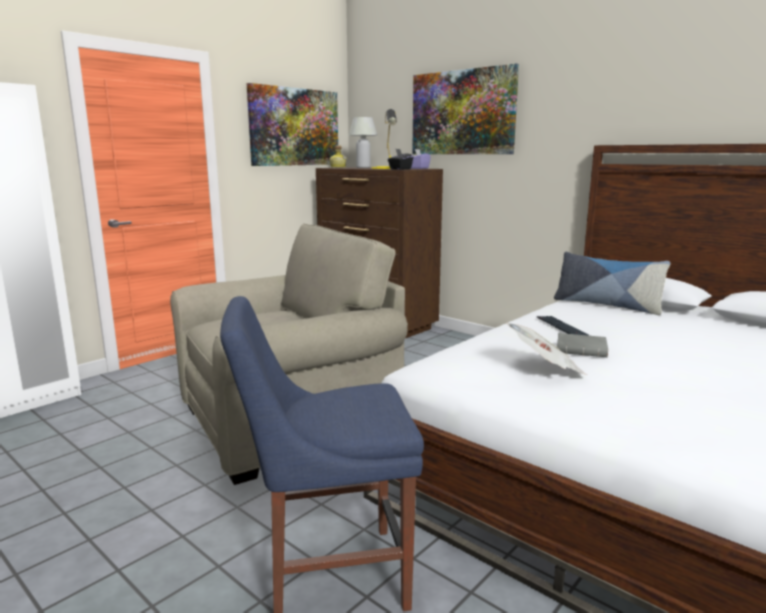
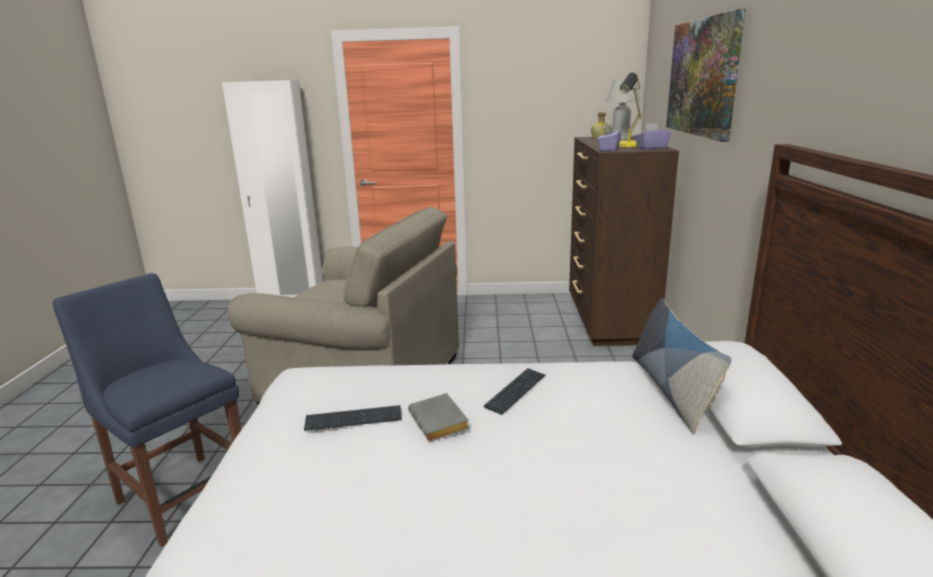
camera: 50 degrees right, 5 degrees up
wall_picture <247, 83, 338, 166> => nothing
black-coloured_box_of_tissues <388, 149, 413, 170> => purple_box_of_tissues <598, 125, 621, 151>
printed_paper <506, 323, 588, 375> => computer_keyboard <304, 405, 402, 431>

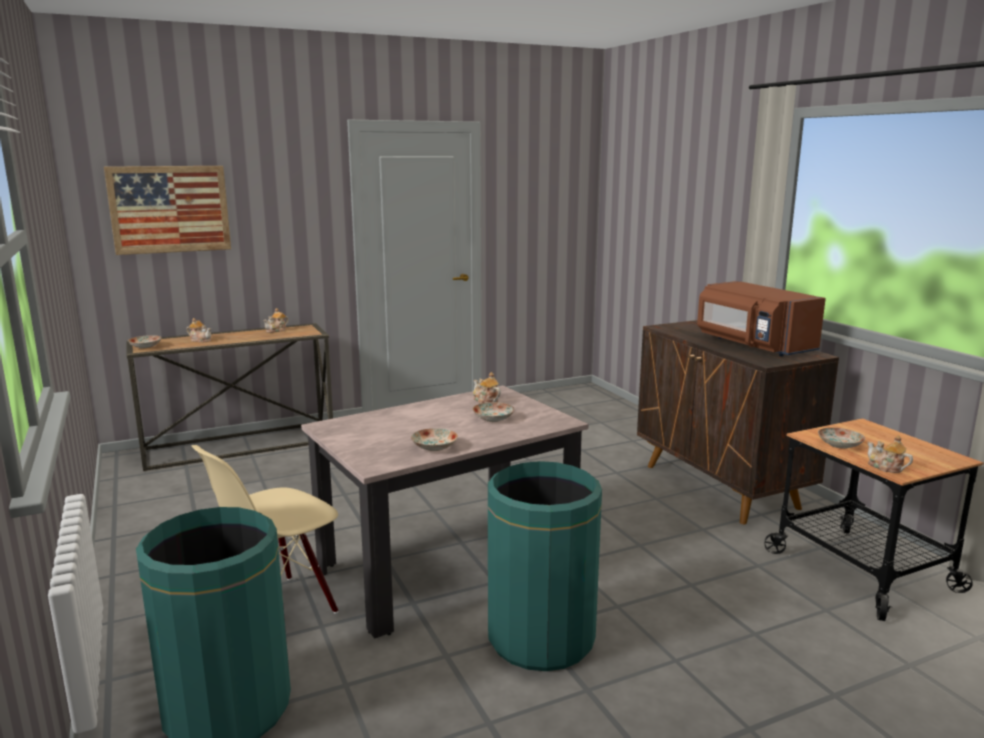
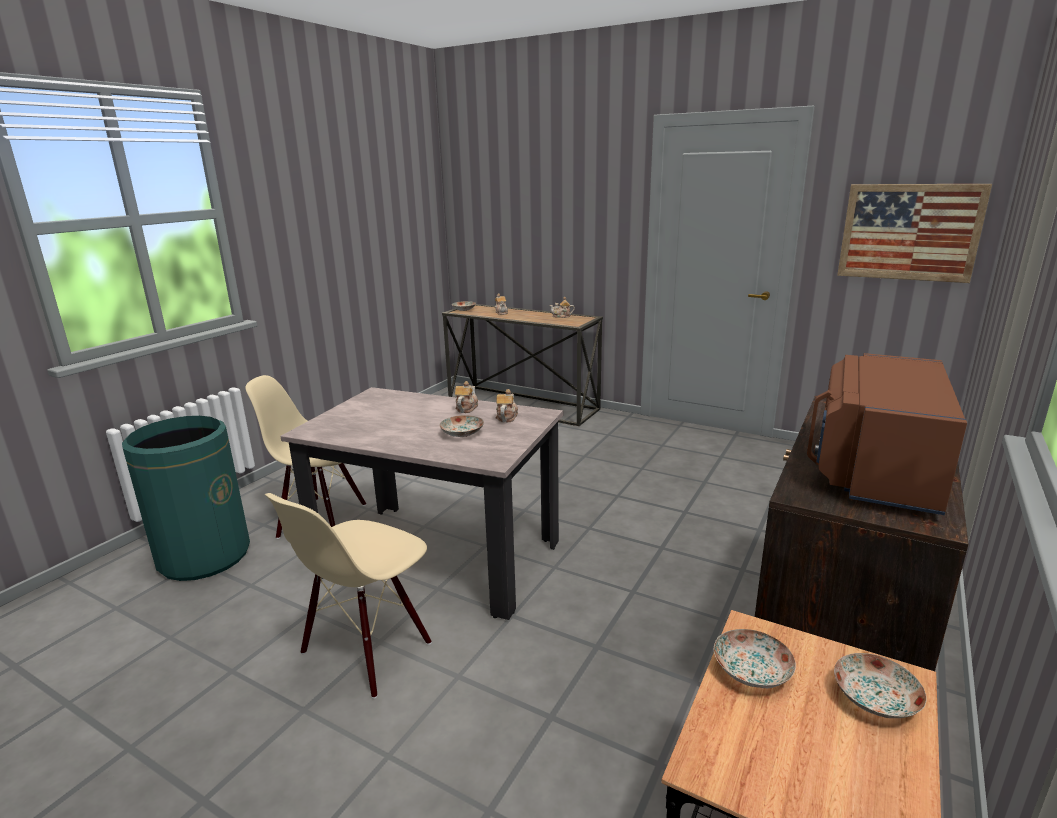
camera: 55 degrees right, 5 degrees up
wall_picture <104, 166, 231, 255> => wall_picture <837, 184, 992, 283>, relocated
dinner_plate <411, 428, 458, 451> => dinner_plate <834, 653, 927, 718>, relocated
greenish_waste_bin <488, 461, 602, 671> => sand-coloured_upright_chair <264, 493, 432, 699>
tea_pot <867, 435, 913, 473> => tea_pot <455, 381, 478, 413>, relocated

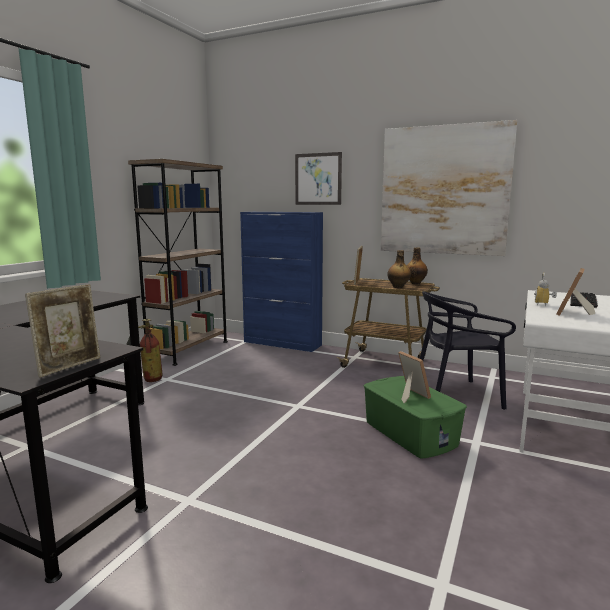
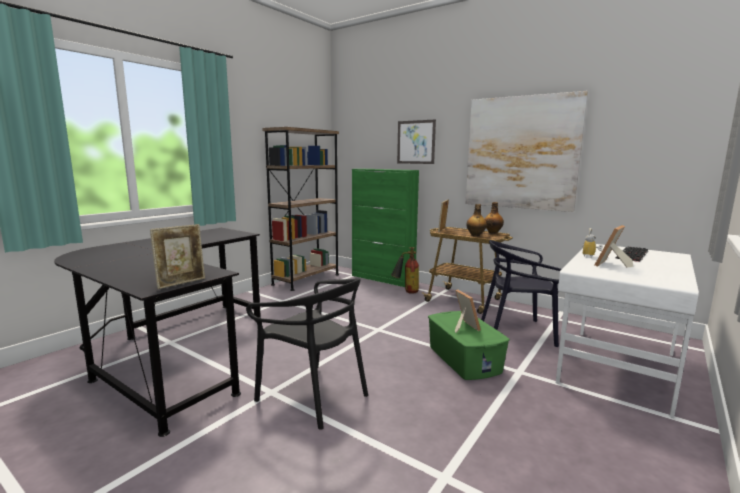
camera: 10 degrees right, 0 degrees up
fire_extinguisher <126, 318, 163, 382> => fire_extinguisher <391, 247, 419, 294>, relocated
blue-coloured_storage_cabinet <240, 212, 323, 352> => greenish_storage_cabinet <352, 169, 419, 287>
nothing => black-coloured_upright_chair <246, 278, 368, 430>

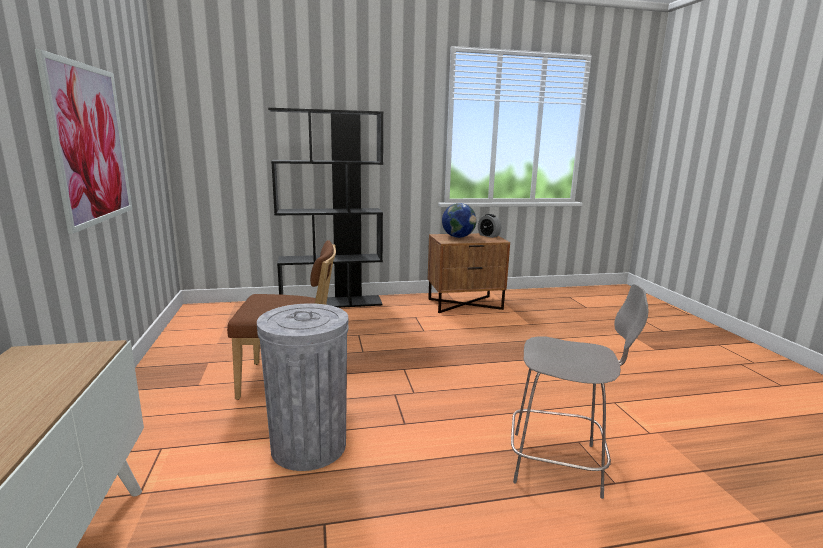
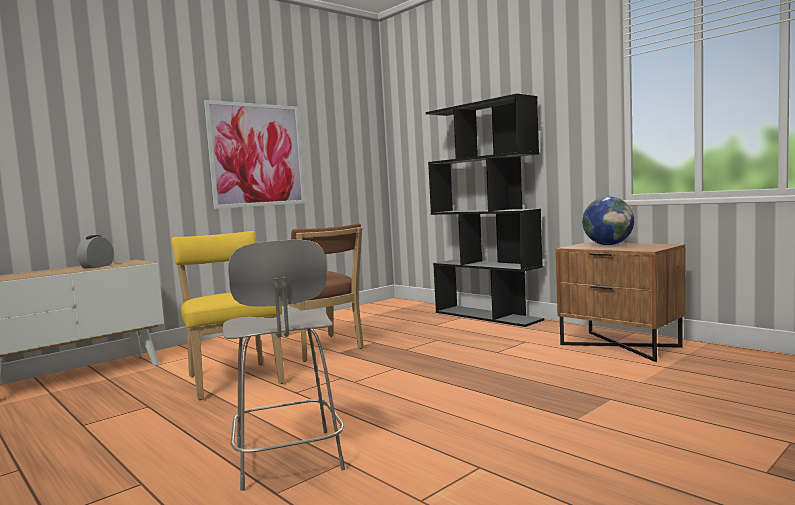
camera: 60 degrees right, 10 degrees down
gray_waste_bin <257, 303, 349, 471> => yellow_upright_chair <171, 231, 284, 400>
alarm_clock <478, 214, 501, 238> => alarm_clock <77, 235, 114, 268>, relocated

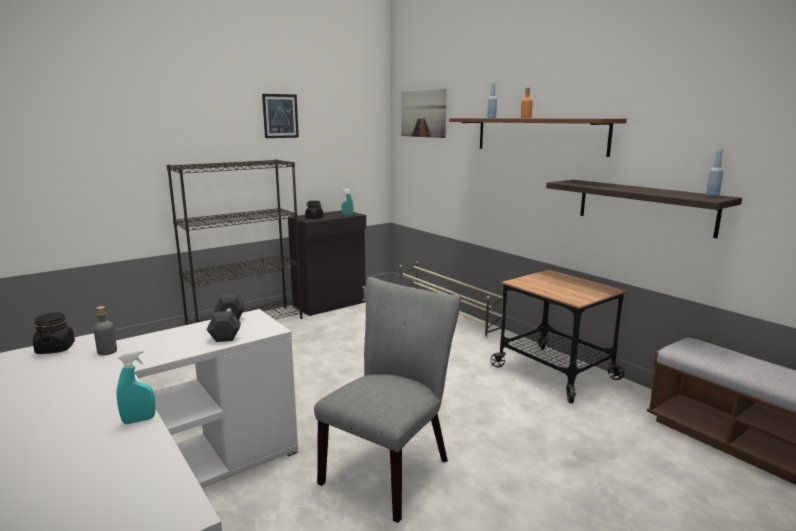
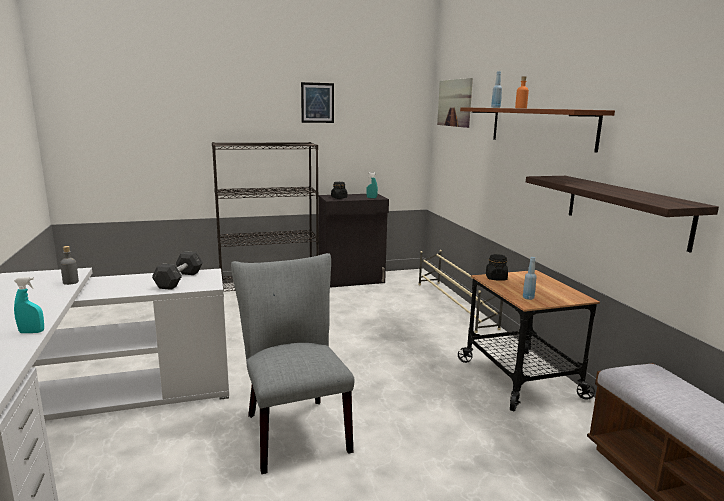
camera: 20 degrees right, 0 degrees up
black-coloured_storage_jar <33, 312, 75, 354> => black-coloured_storage_jar <486, 254, 508, 281>, relocated
gray_upright_chair <314, 277, 461, 523> => gray_upright_chair <231, 253, 354, 474>, 75 degrees counterclockwise
blue-coloured_beverage_bottle <706, 149, 723, 196> => blue-coloured_beverage_bottle <523, 257, 537, 300>, relocated

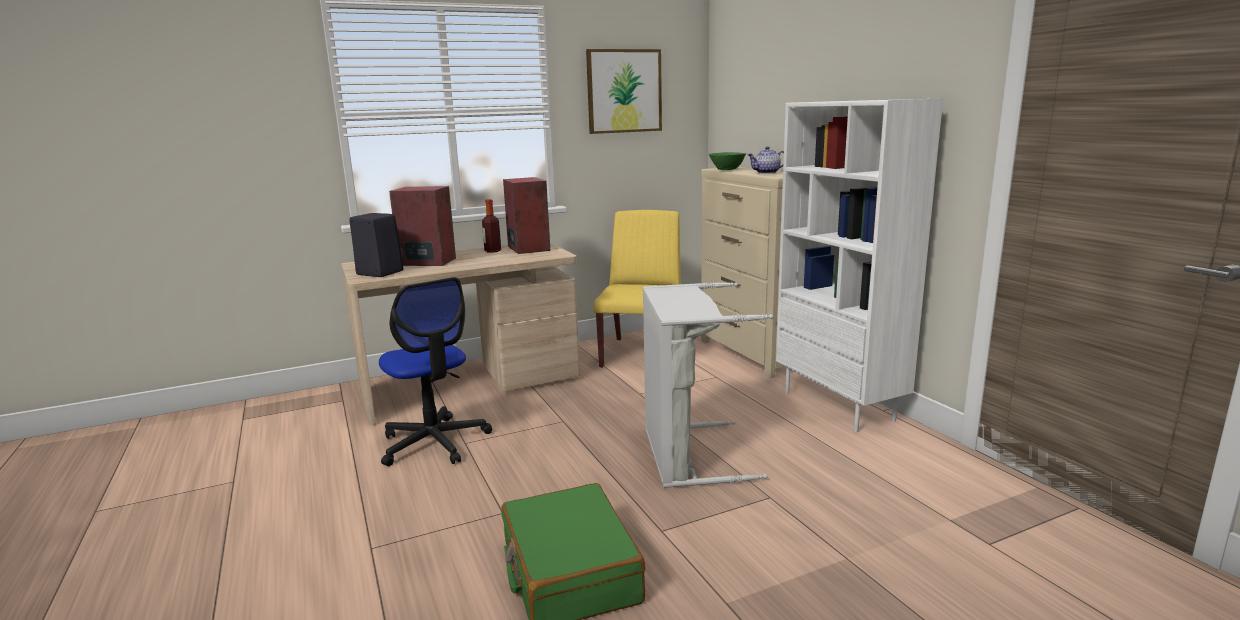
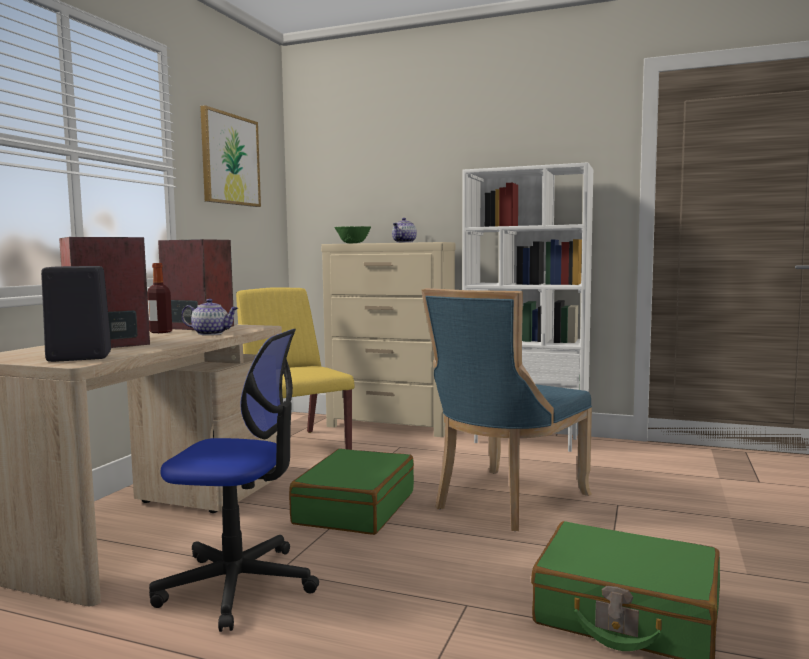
camera: 45 degrees left, 10 degrees down
gray_washing_basket <643, 282, 774, 488> => blue-coloured_upright_chair <422, 288, 592, 531>
nothing => tea_pot <181, 299, 238, 335>
nothing => greenish_travel_case <289, 449, 414, 535>

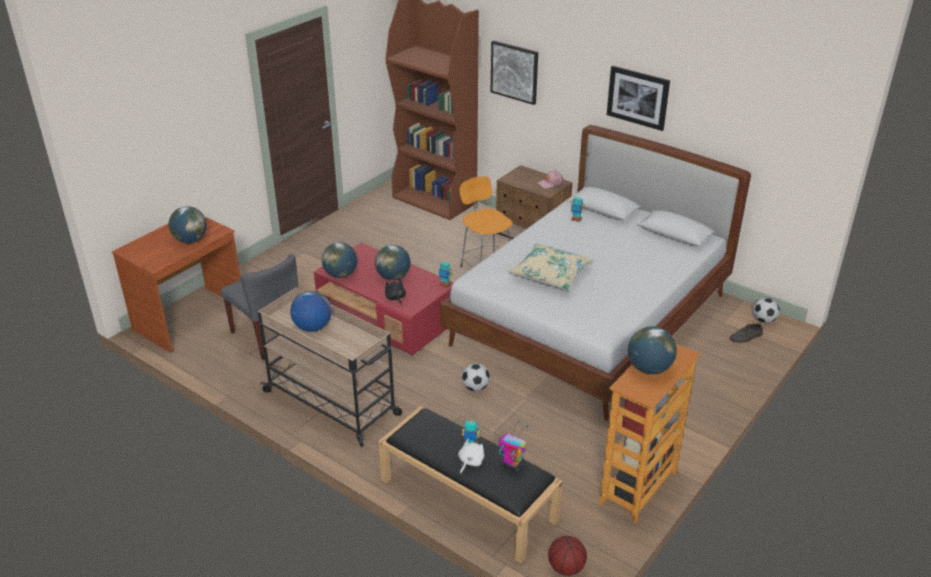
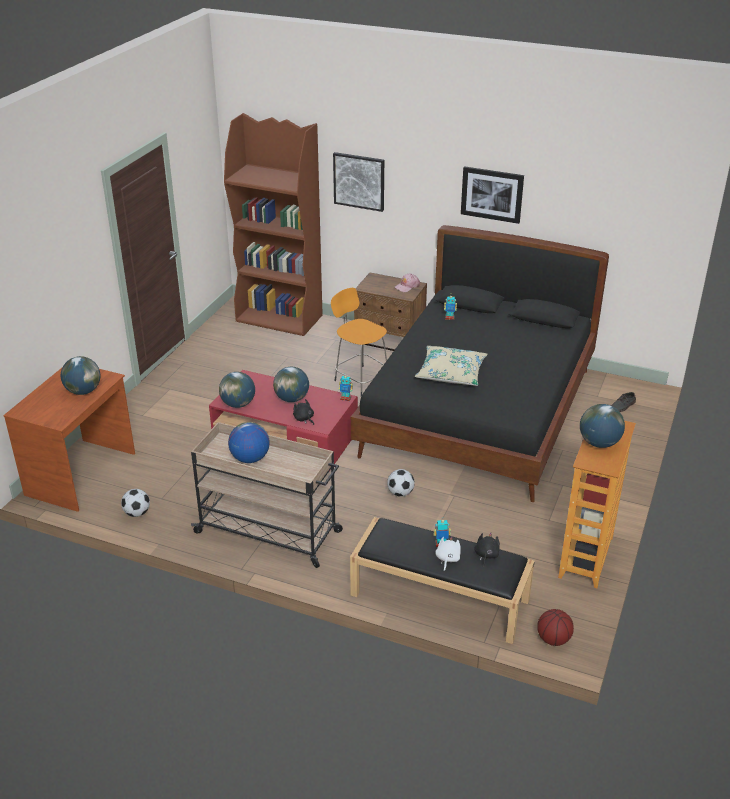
camera: 15 degrees left, 0 degrees up
gray_upright_chair <221, 254, 299, 360> => nothing
whitish_bedroom_bed <440, 125, 751, 421> => black-coloured_bedroom_bed <351, 225, 609, 502>
model_robot <499, 420, 528, 472> => black-coloured_cuddly_toy <474, 533, 500, 568>
ball_for_football <753, 298, 780, 323> => ball_for_football <121, 489, 150, 517>, relocated

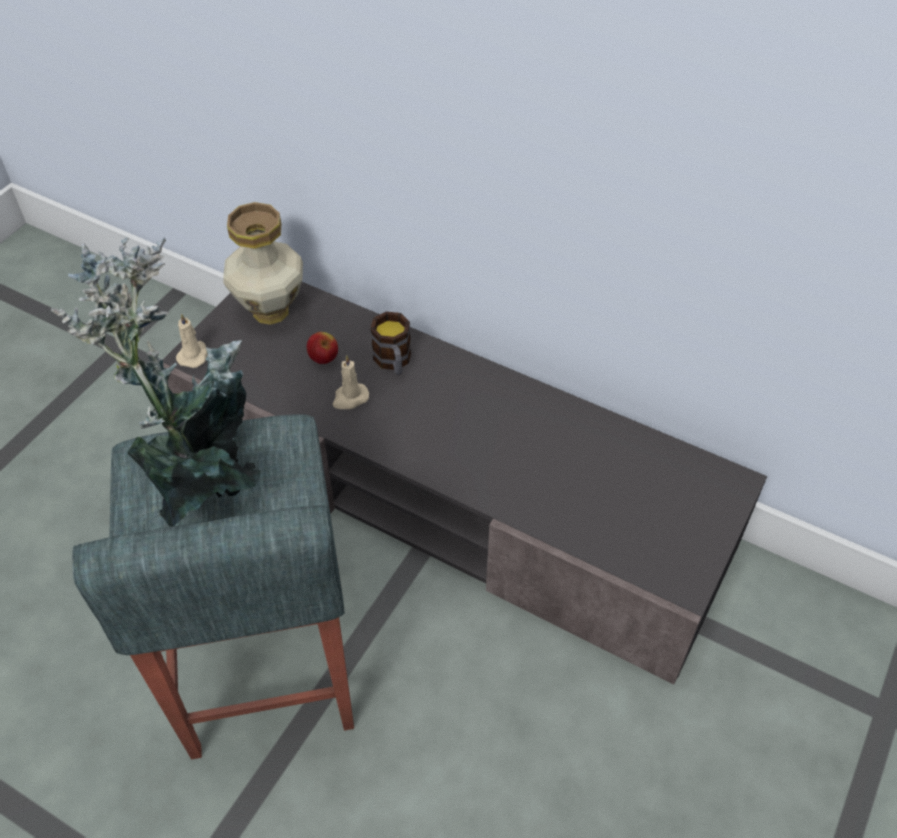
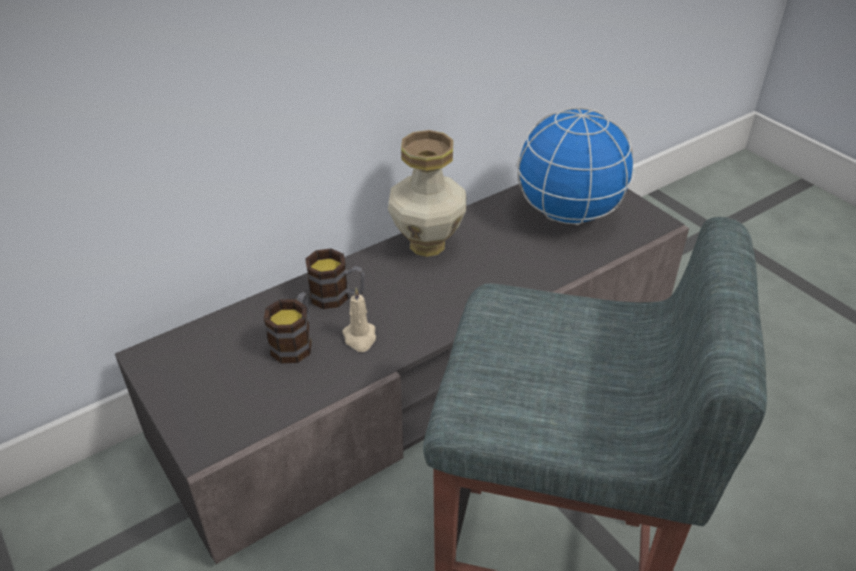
camera: 65 degrees left, 10 degrees down
potted_plant <51, 237, 261, 527> => nothing
sand-coloured_candle <176, 313, 208, 368> => nothing
flower_vase <223, 202, 303, 325> => flower_vase <388, 130, 466, 257>, relocated
apple <307, 332, 338, 364> => tea_mug <264, 292, 312, 363>
nothing => desk_globe <517, 107, 635, 225>

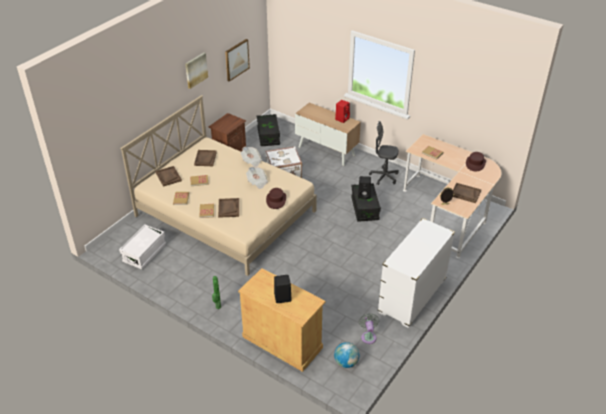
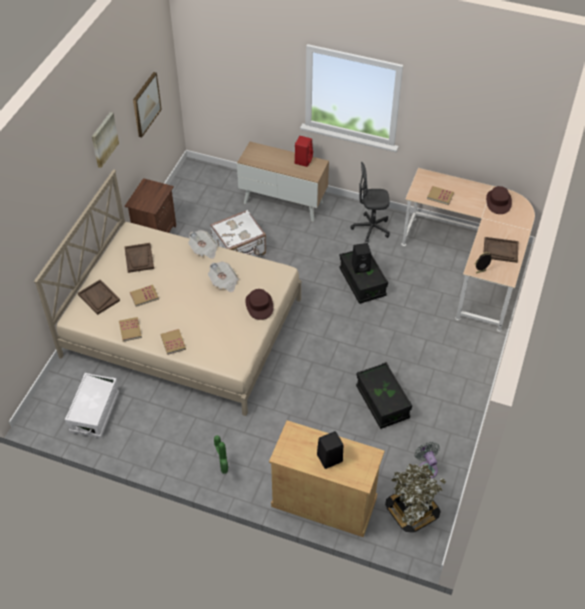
camera: 15 degrees left, 10 degrees up
brownish_tray <218, 198, 239, 218> => nothing
black-coloured_storage_container <257, 114, 280, 146> => black-coloured_storage_container <356, 362, 412, 429>, relocated
desk_globe <334, 342, 359, 368> => potted_plant <385, 464, 446, 533>
whitish_chest_of_drawers <378, 218, 455, 328> => nothing

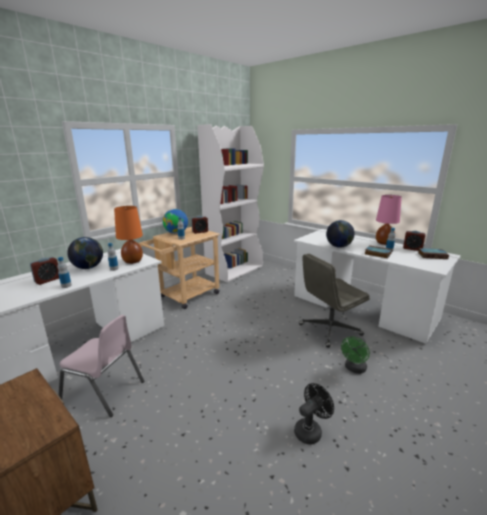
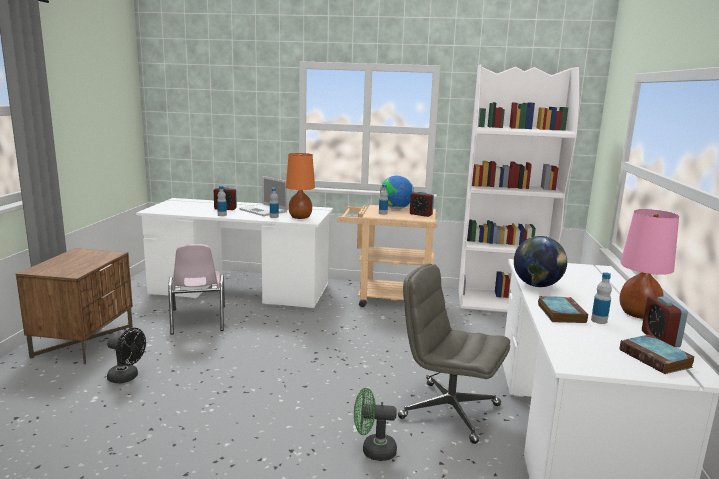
camera: 55 degrees right, 5 degrees down
desk_globe <67, 237, 103, 269> => notebook_computer <239, 176, 288, 216>
black-coloured_fan <294, 383, 334, 444> => black-coloured_fan <107, 328, 146, 383>, relocated

